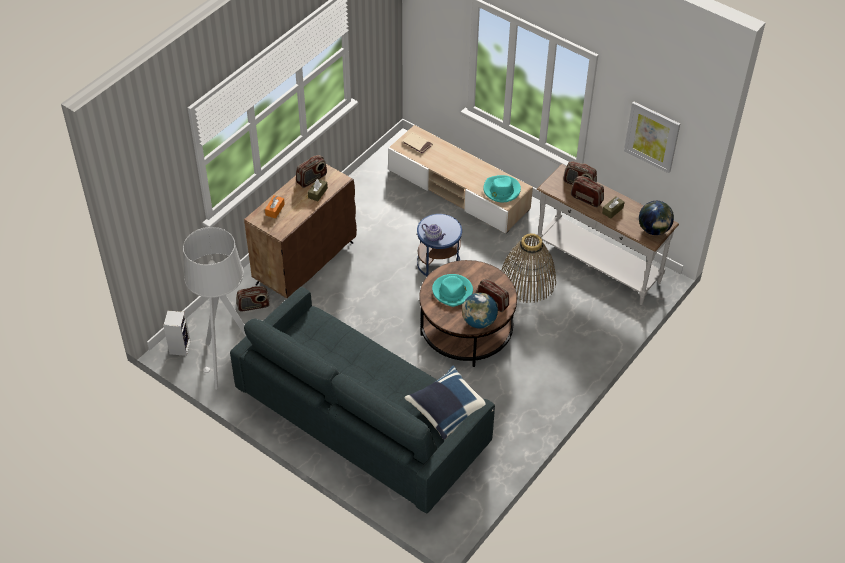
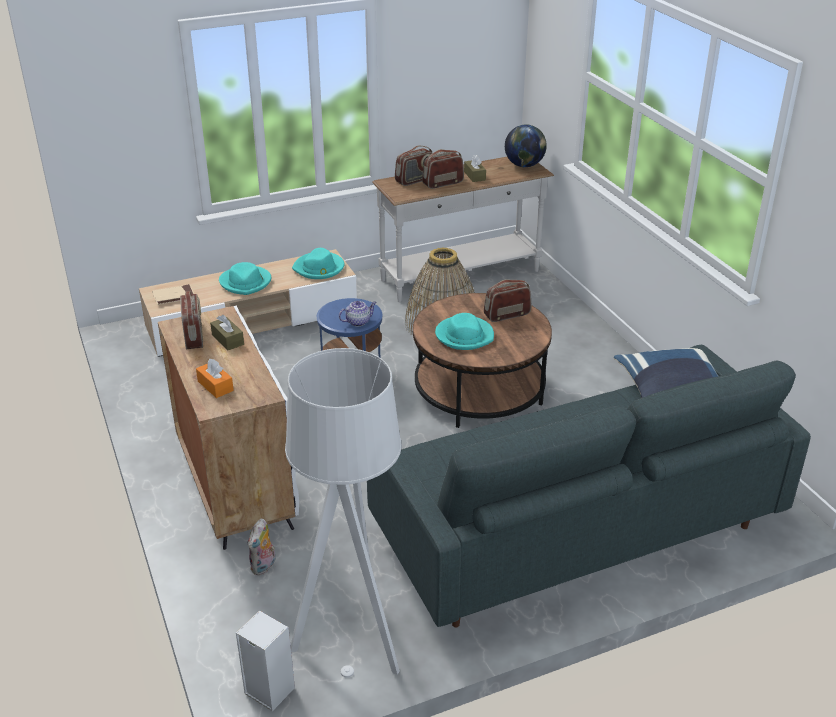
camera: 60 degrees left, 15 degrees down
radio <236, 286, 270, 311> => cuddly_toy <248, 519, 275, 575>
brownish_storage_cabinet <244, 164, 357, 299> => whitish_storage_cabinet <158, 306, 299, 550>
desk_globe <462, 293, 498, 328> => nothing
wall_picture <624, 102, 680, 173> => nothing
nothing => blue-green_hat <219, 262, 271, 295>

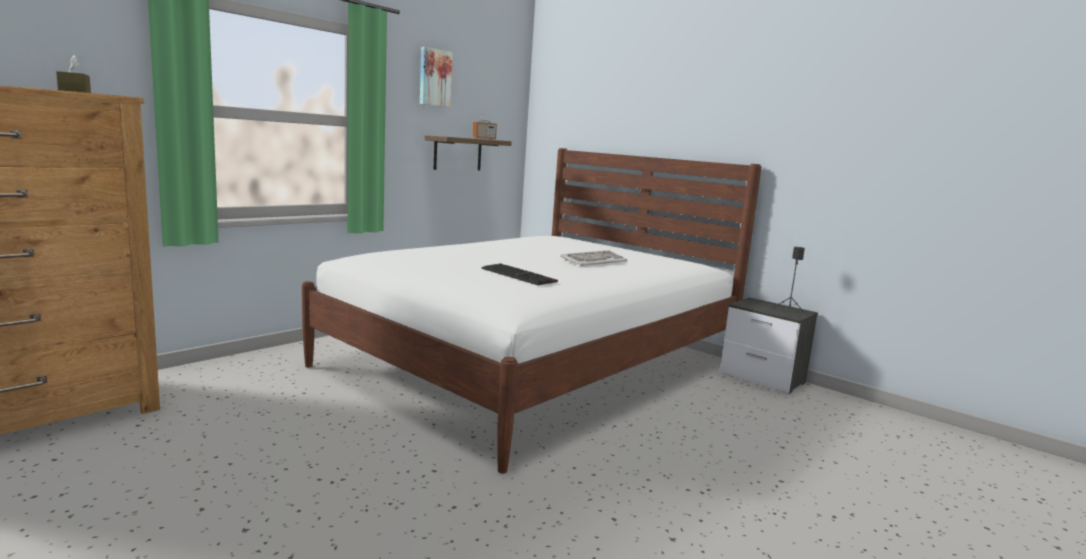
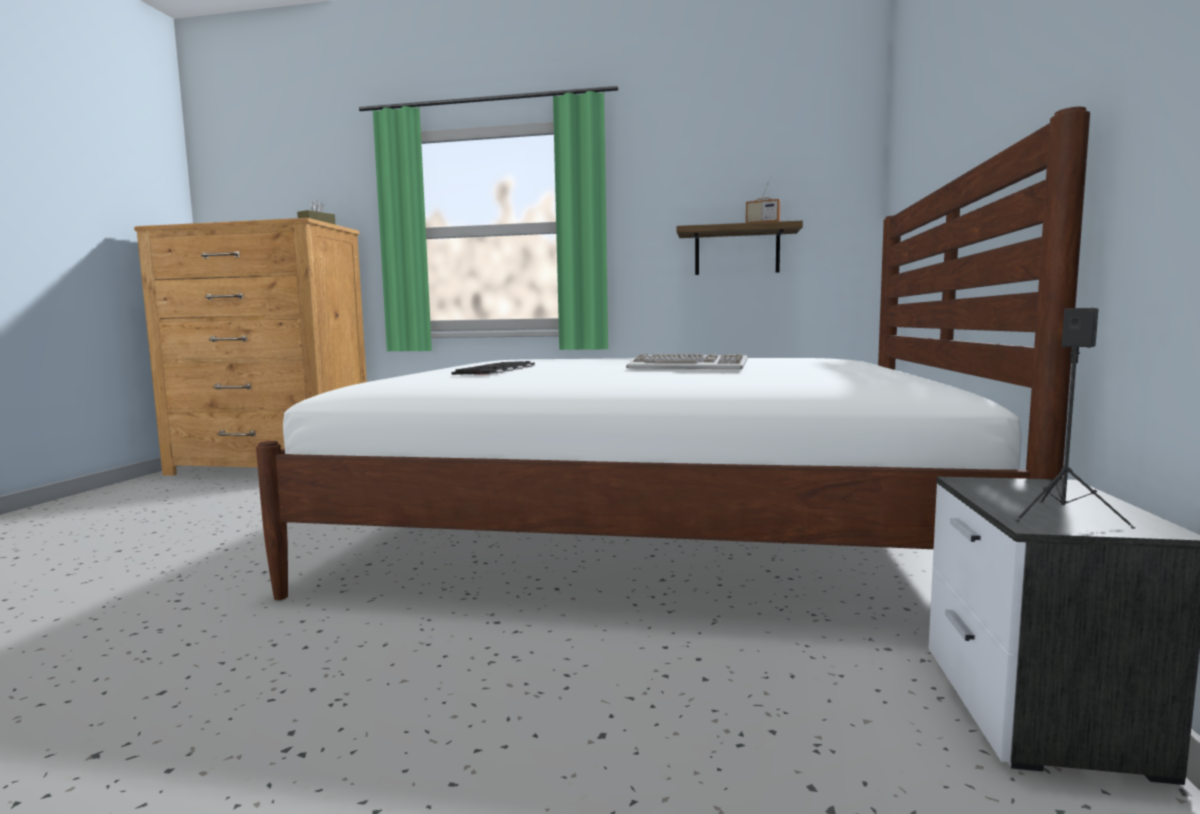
camera: 60 degrees right, 5 degrees down
wall_picture <420, 47, 453, 107> => nothing

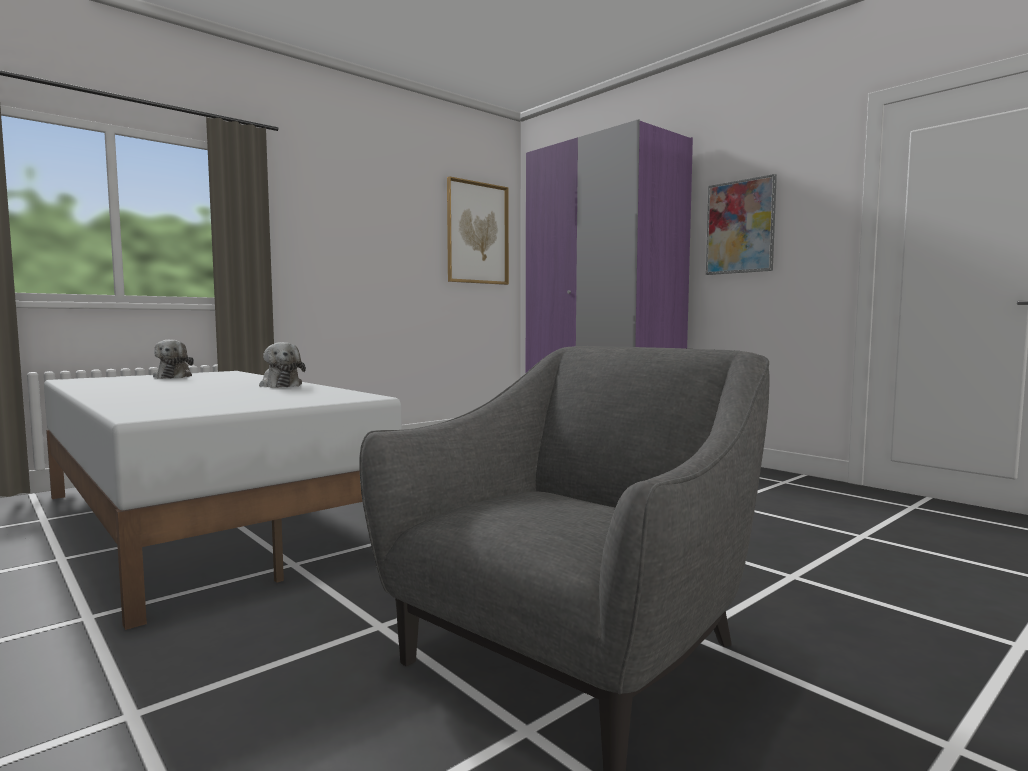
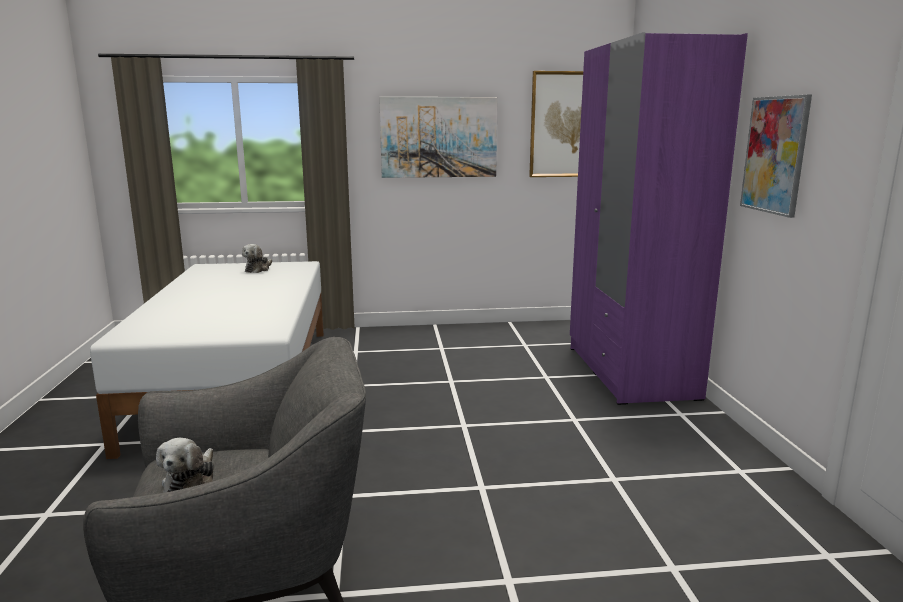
camera: 35 degrees right, 10 degrees up
cuddly_toy <259, 342, 306, 388> => cuddly_toy <156, 438, 214, 493>, relocated
nothing => wall_picture <379, 97, 498, 178>

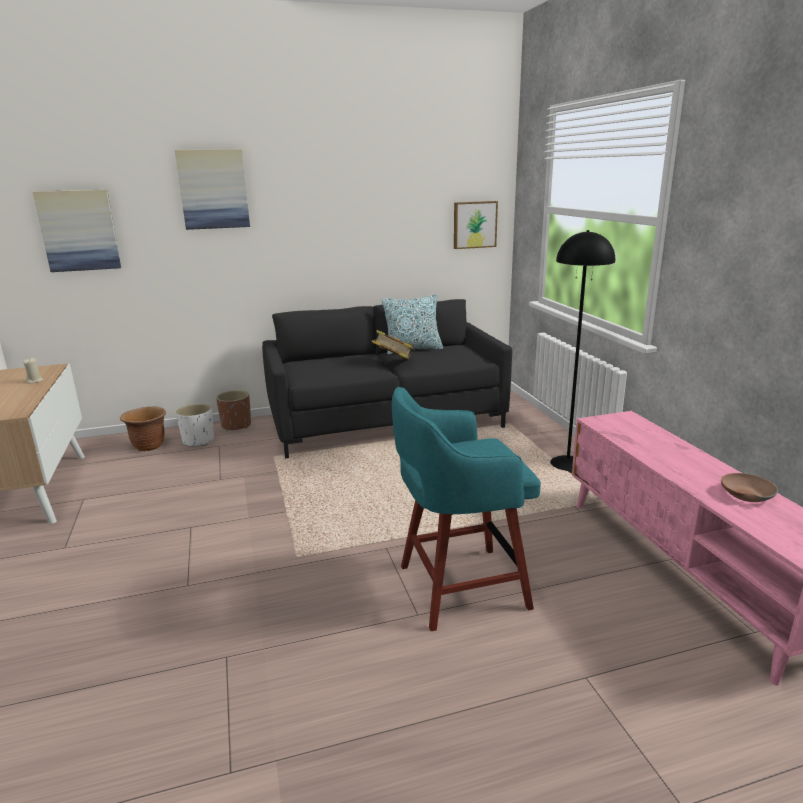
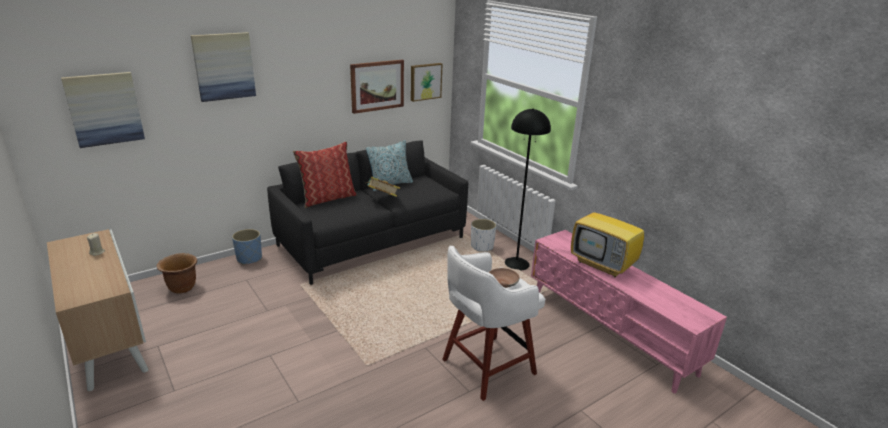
camera: 20 degrees left, 5 degrees up
whitish_flower_pot <176, 404, 214, 446> => whitish_flower_pot <471, 219, 496, 252>, relocated
brownish_flower_pot <216, 390, 251, 431> => blue-coloured_flower_pot <232, 229, 262, 265>
blue-green_stool_seat <392, 387, 541, 631> => whitish_stool_seat <442, 246, 545, 401>
brownish_deep_dish <721, 473, 778, 502> => brownish_deep_dish <489, 268, 520, 288>, relocated
nothing => cushion <293, 141, 357, 208>
nothing => wall_picture <350, 60, 404, 114>
nothing => TV_set <571, 198, 644, 277>

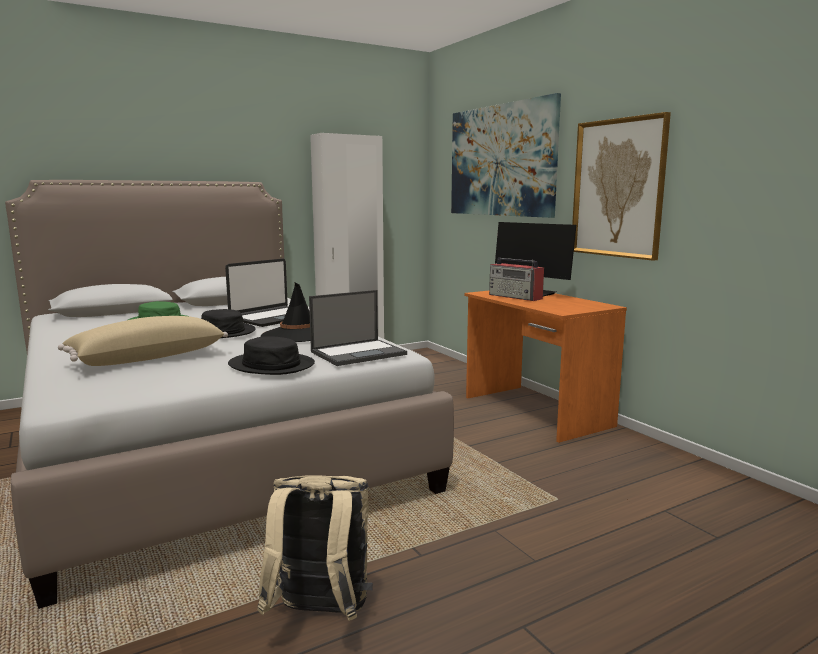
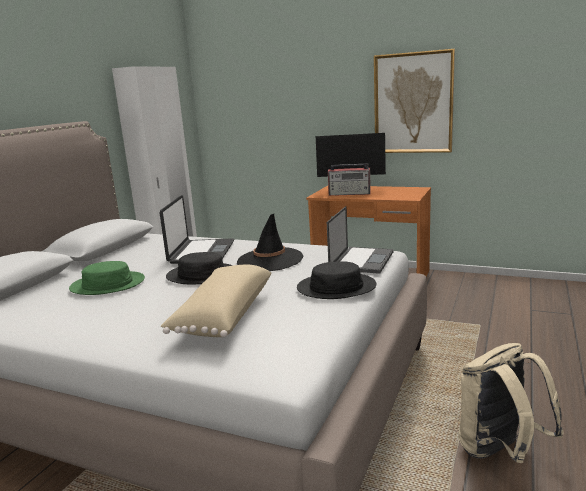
camera: 35 degrees left, 5 degrees up
wall_picture <451, 93, 561, 218> => nothing

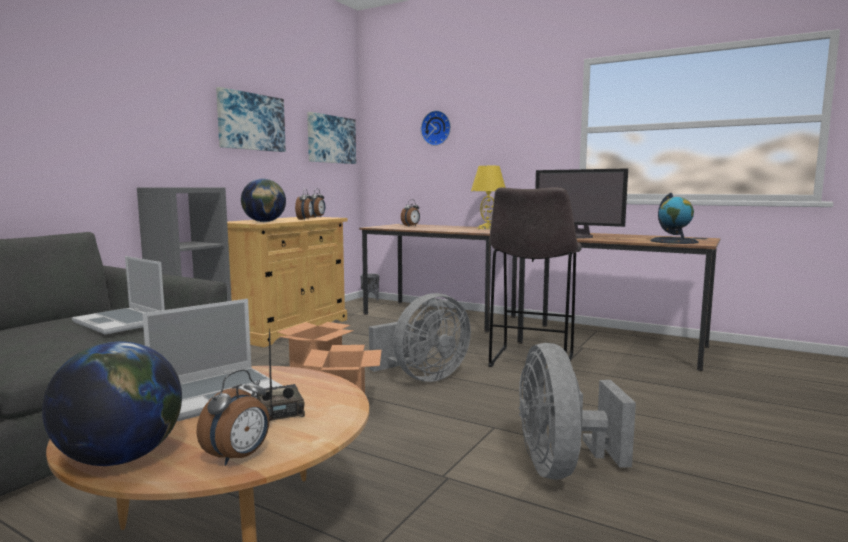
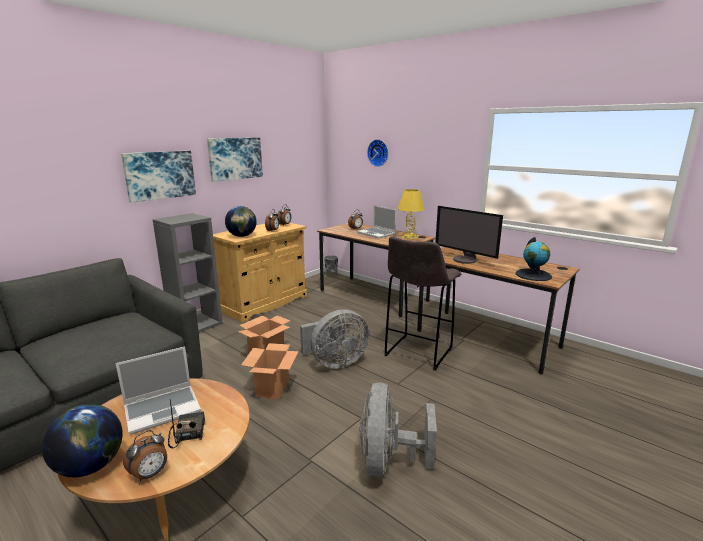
camera: 10 degrees right, 10 degrees up
notebook_computer <72, 256, 165, 334> => notebook_computer <357, 205, 396, 239>, relocated
wall_picture <307, 112, 356, 164> => wall_picture <121, 151, 196, 203>, relocated

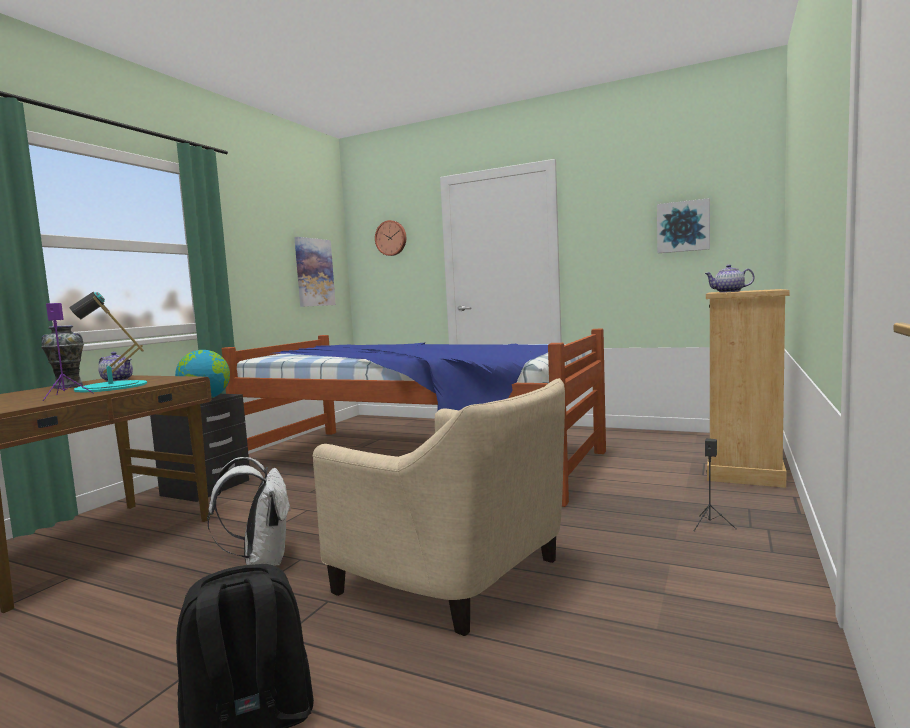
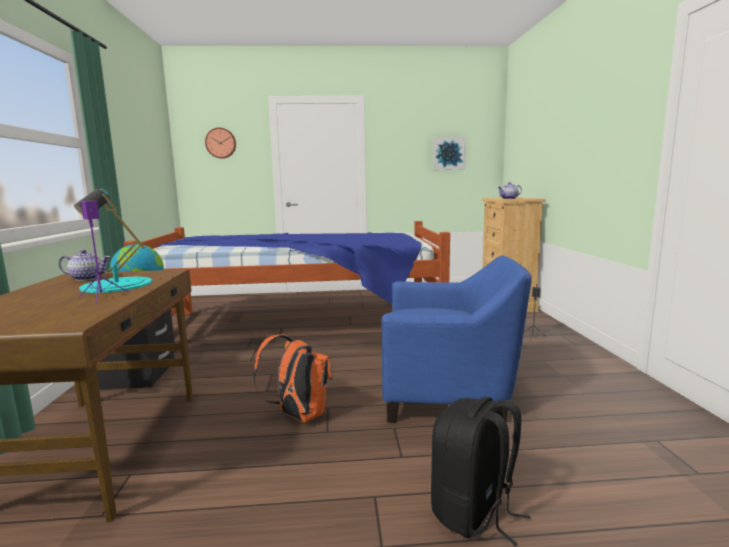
camera: 30 degrees left, 5 degrees up
flower_vase <41, 325, 84, 389> => nothing
whitish_rucksack <207, 457, 291, 566> => orangey_rucksack <253, 334, 333, 422>
wall_picture <294, 237, 336, 307> => nothing
sand-coloured_lounge_chair <312, 378, 565, 636> => blue-coloured_lounge_chair <382, 255, 532, 423>

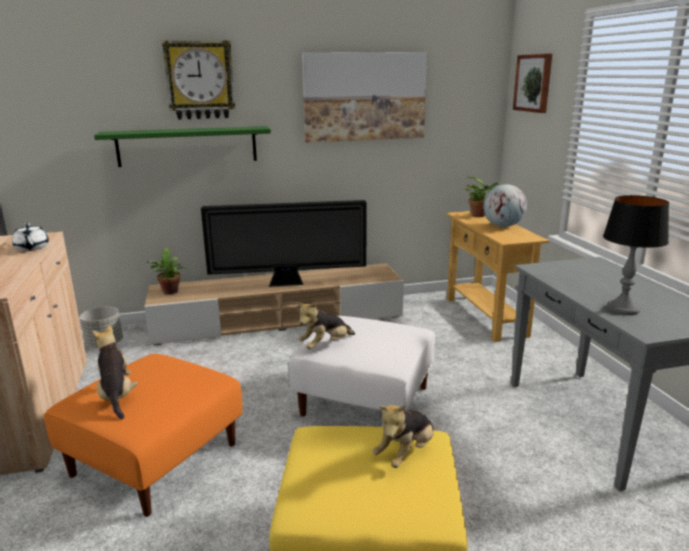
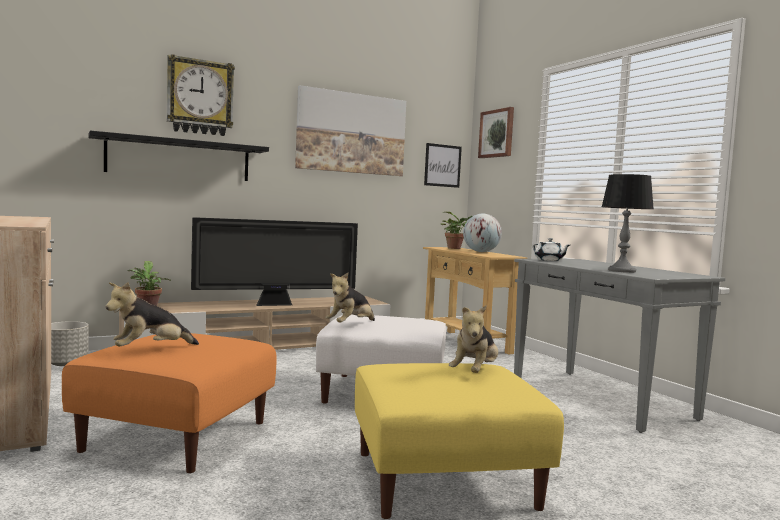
camera: 15 degrees left, 15 degrees down
whitish_tea_pot <12, 223, 49, 251> => whitish_tea_pot <532, 238, 570, 261>, relocated
cuddly_toy <92, 325, 138, 420> => cuddly_toy <106, 282, 199, 346>, 90 degrees counterclockwise
greenish_wall_shelf <94, 126, 271, 167> => black-coloured_wall_shelf <88, 131, 269, 181>
nothing => wall_picture <424, 143, 462, 188>

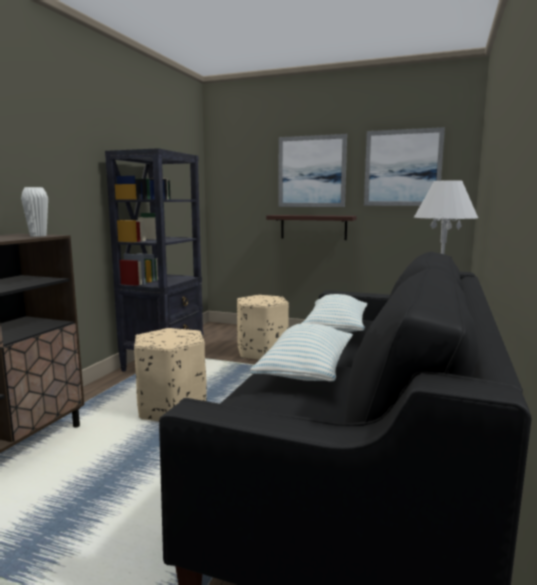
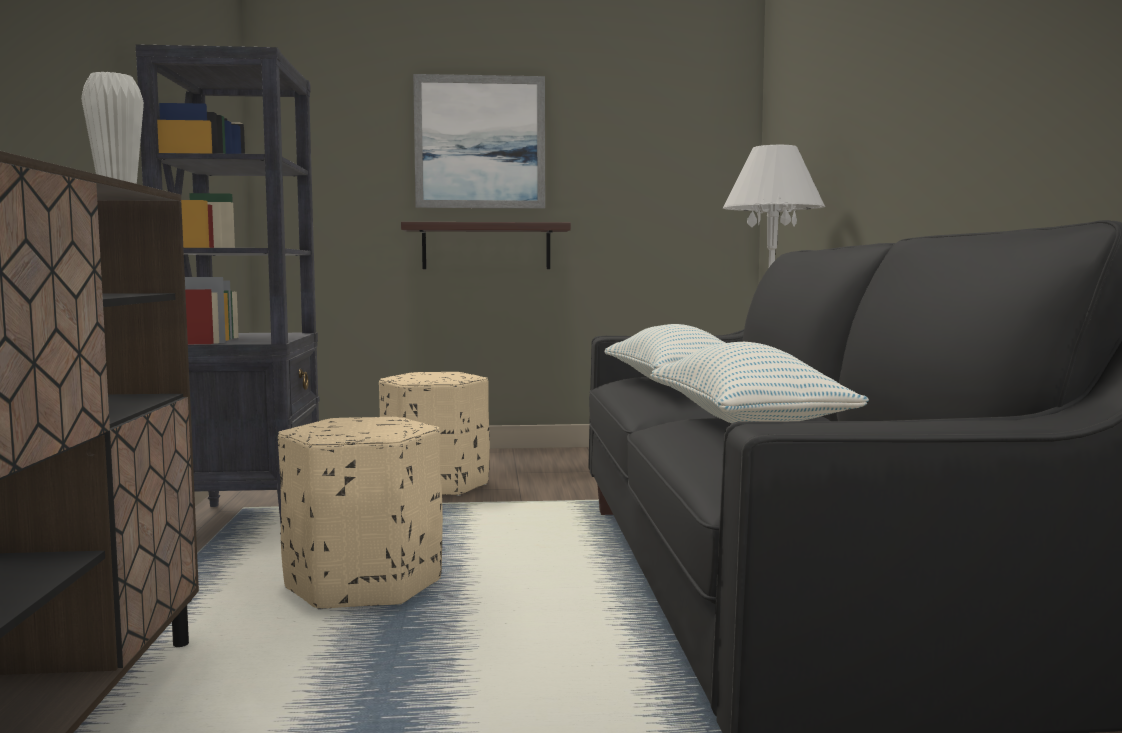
camera: 25 degrees left, 5 degrees down
wall_picture <364, 127, 445, 206> => nothing

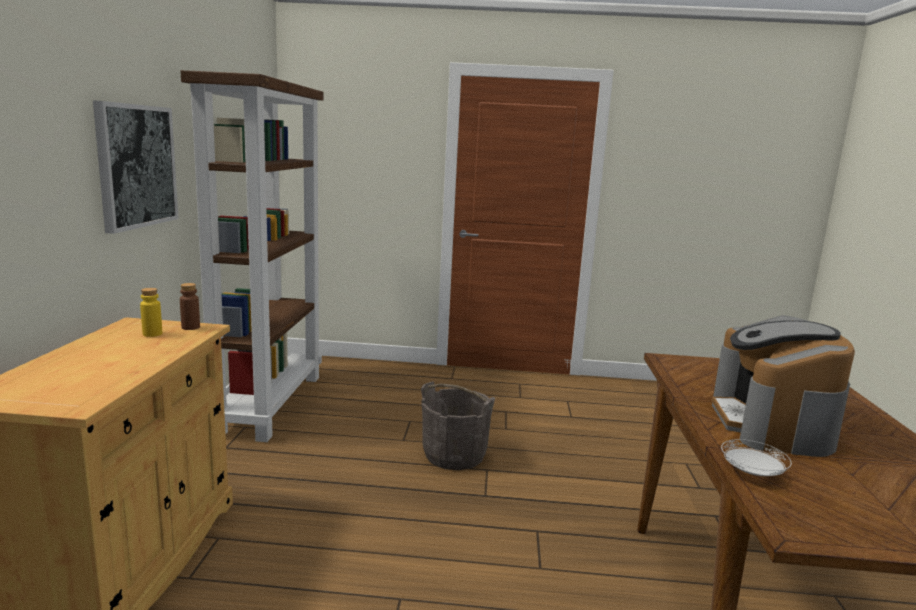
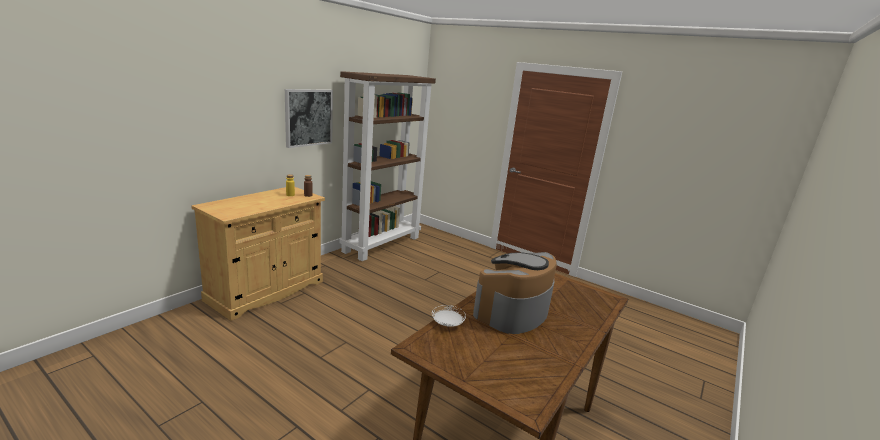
camera: 30 degrees right, 5 degrees up
gray_bucket <421, 382, 495, 470> => nothing

